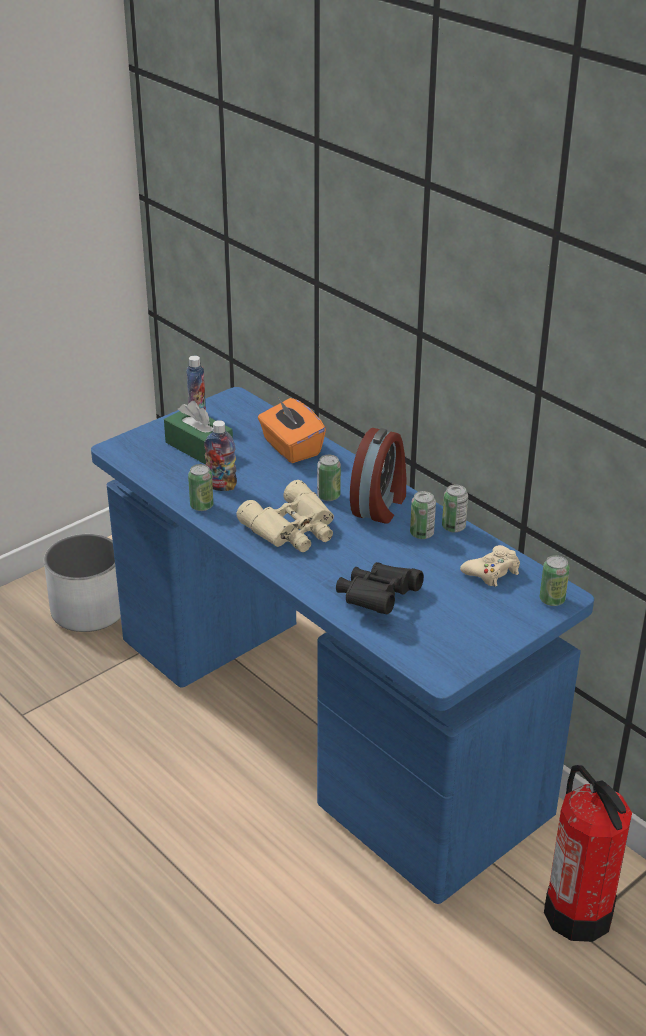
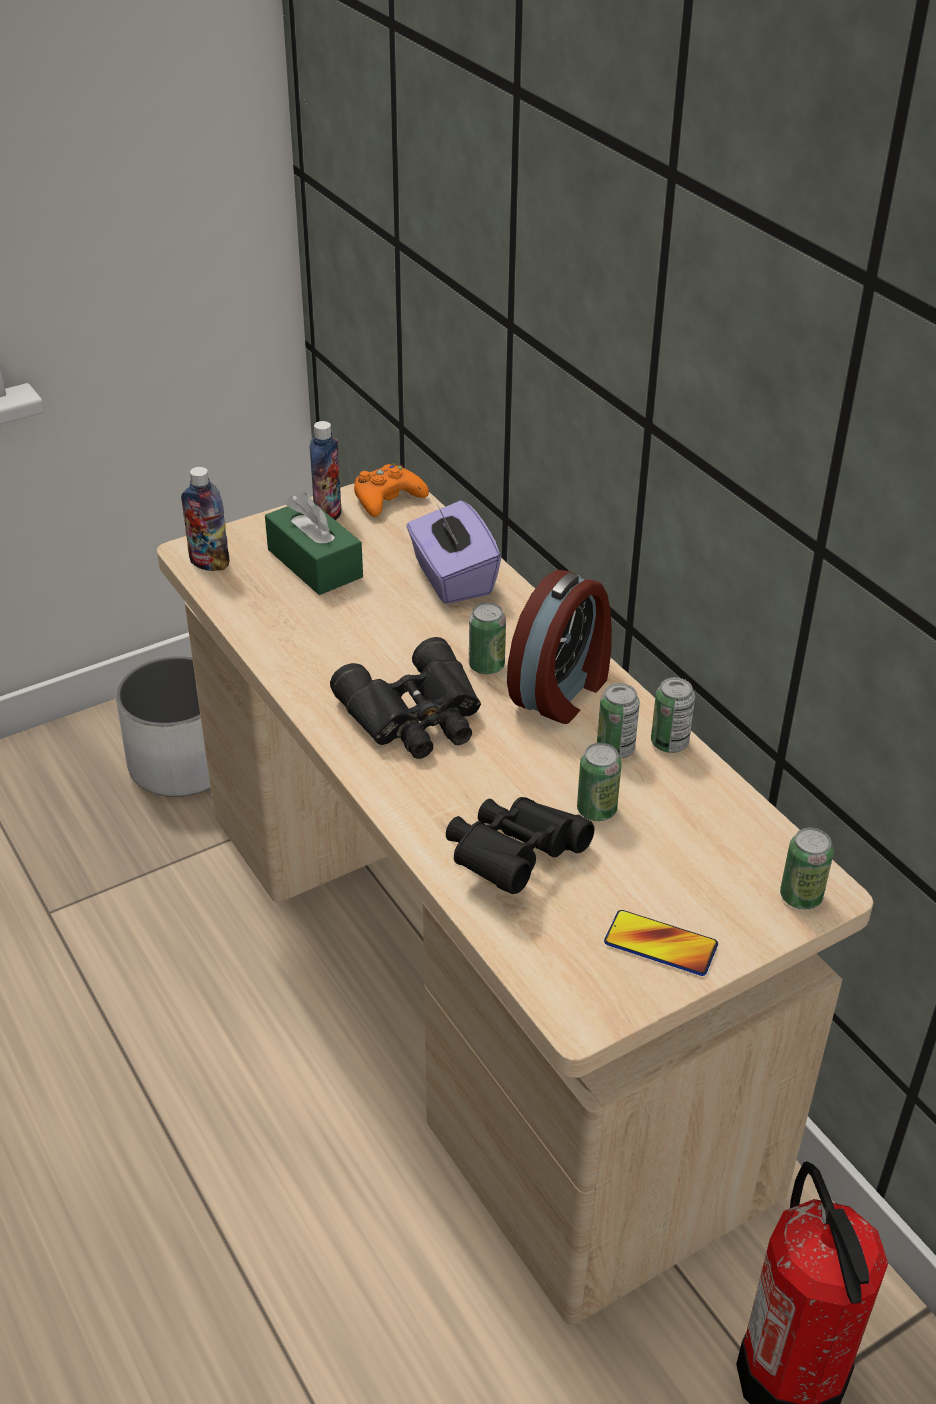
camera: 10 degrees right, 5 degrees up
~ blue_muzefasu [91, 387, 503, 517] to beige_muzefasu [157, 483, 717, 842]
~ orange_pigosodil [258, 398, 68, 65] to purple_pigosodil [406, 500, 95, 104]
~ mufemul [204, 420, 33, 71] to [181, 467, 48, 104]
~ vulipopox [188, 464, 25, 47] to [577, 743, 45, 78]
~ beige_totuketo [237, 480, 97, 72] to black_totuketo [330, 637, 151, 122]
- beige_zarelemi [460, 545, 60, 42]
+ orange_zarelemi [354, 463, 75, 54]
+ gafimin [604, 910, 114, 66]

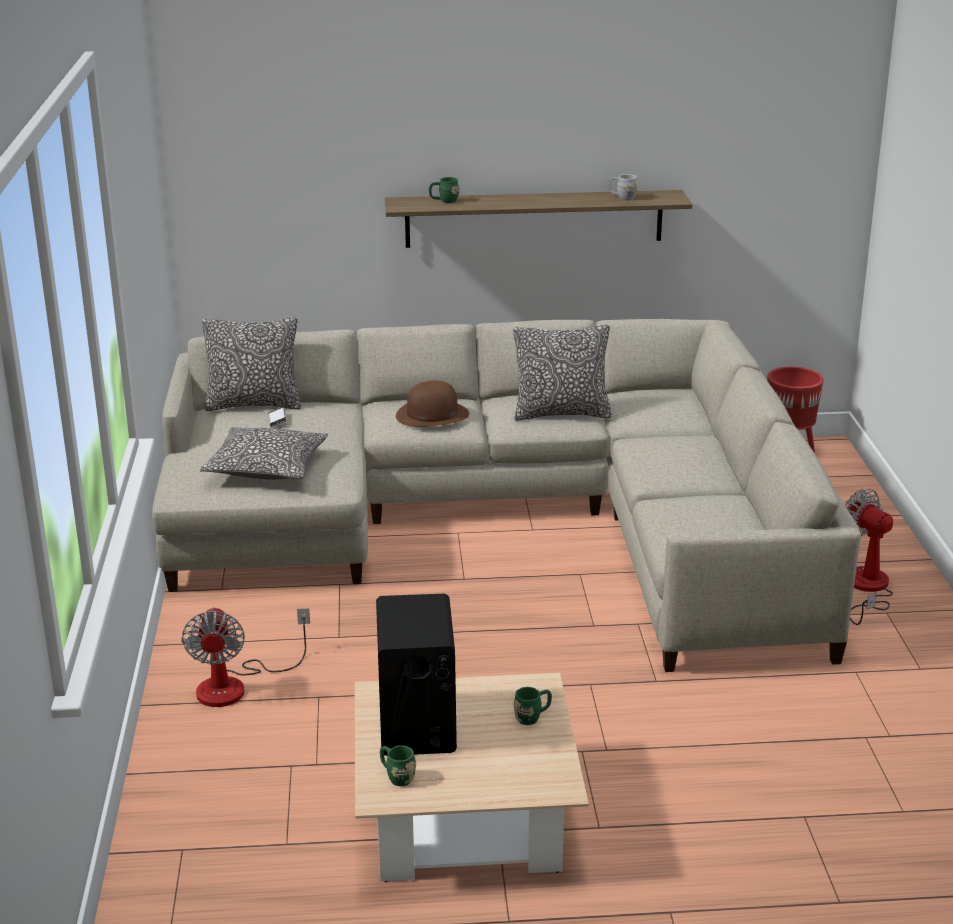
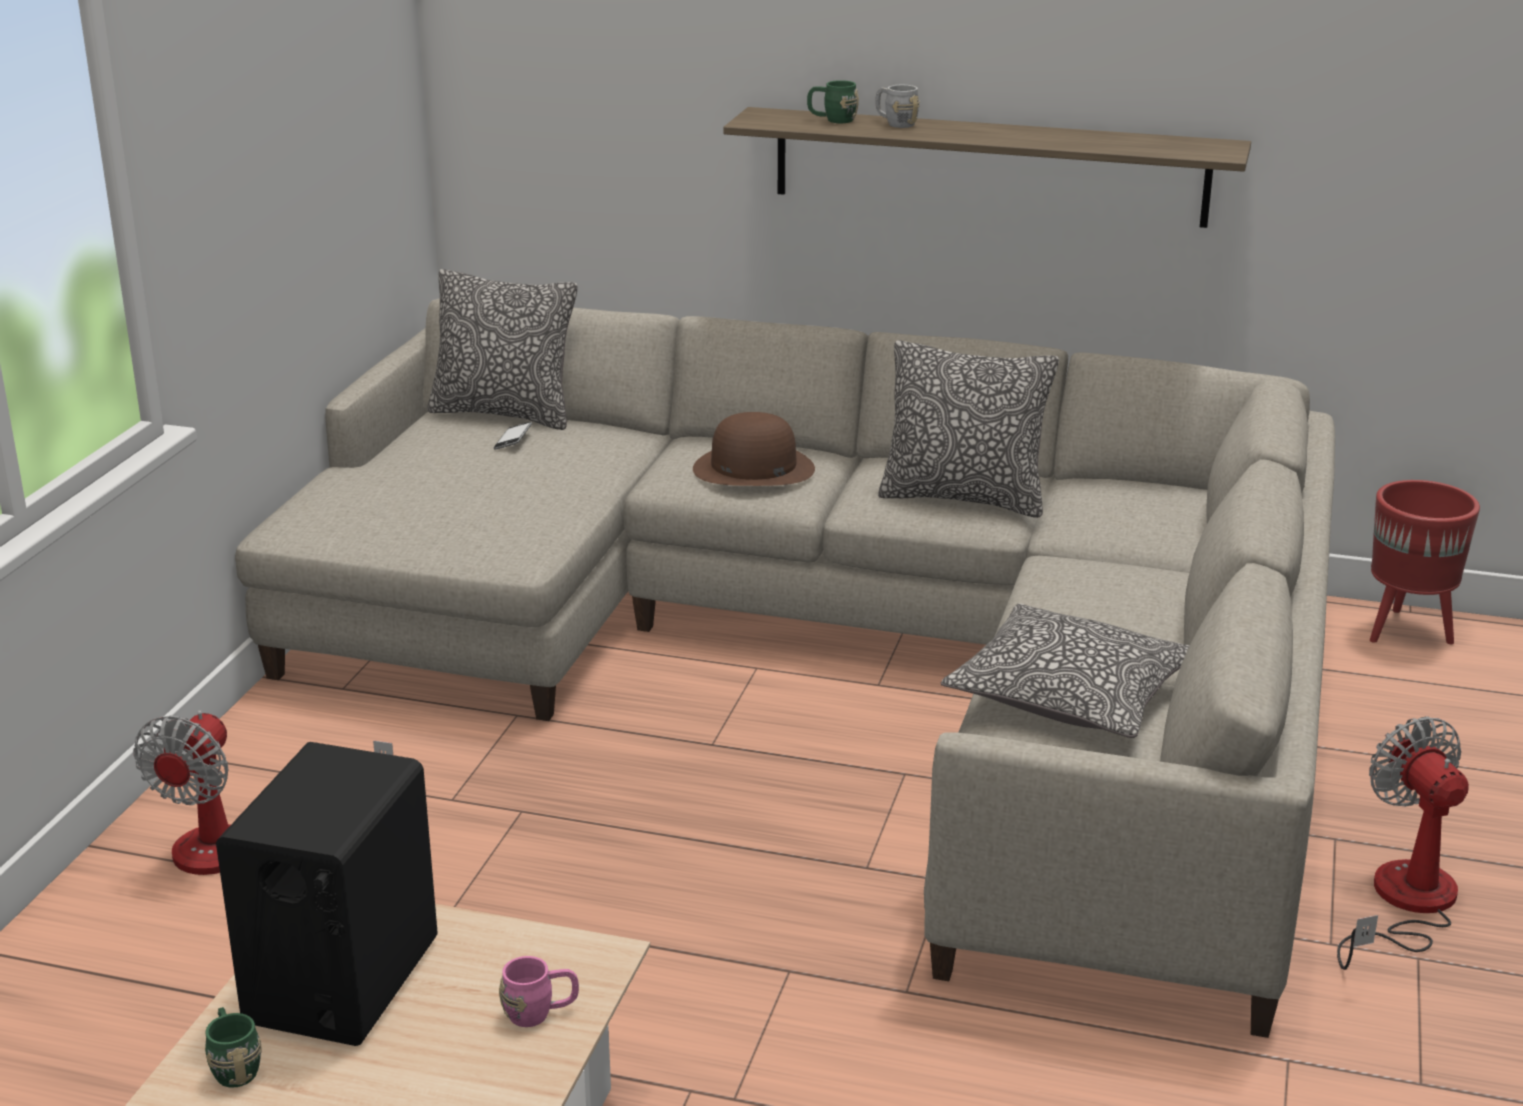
camera: 20 degrees right, 0 degrees up
~ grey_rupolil [608, 174, 30, 26] to [875, 85, 45, 43]
~ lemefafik [200, 427, 128, 53] to [941, 603, 249, 135]
~ green_rupolil [513, 687, 39, 38] to pink_rupolil [499, 956, 80, 71]

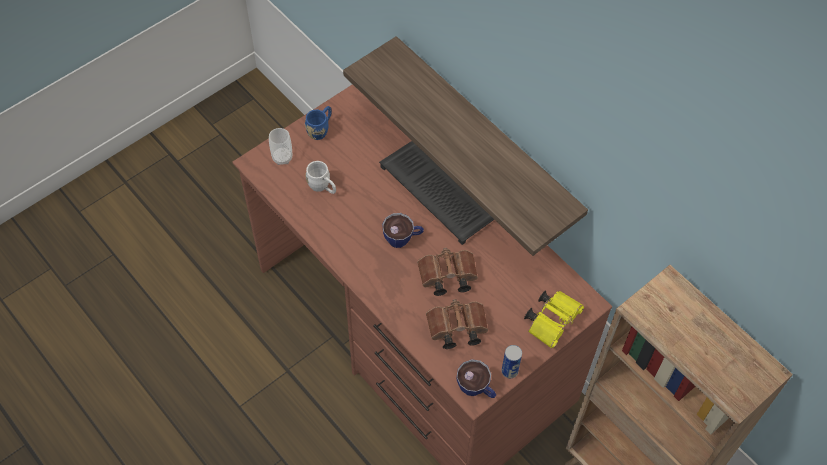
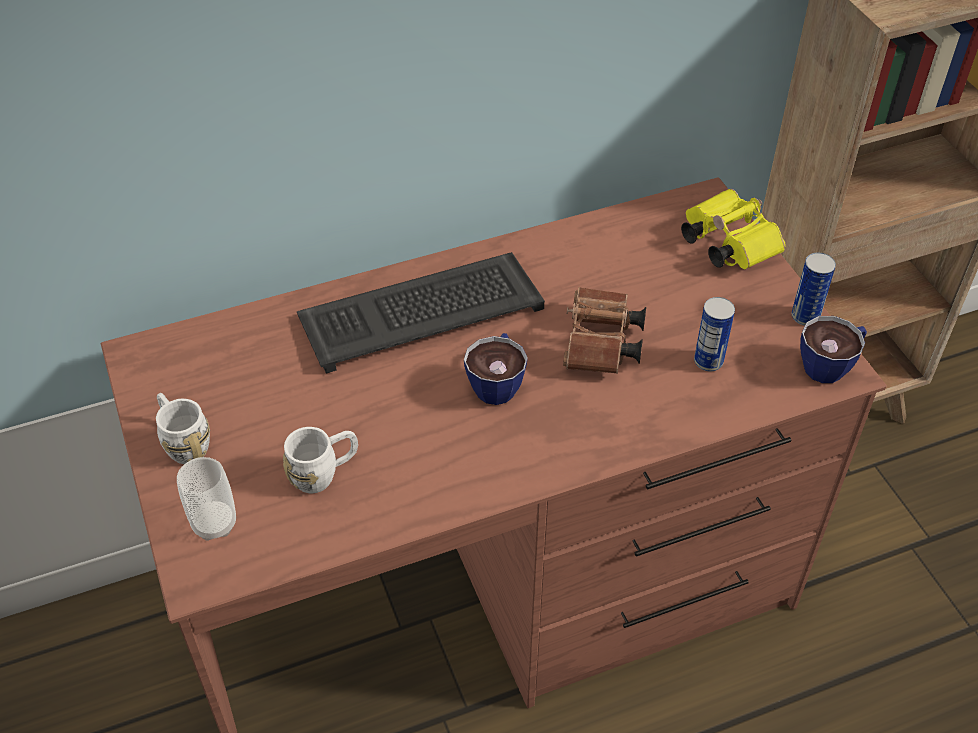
camera: 70 degrees left, 10 degrees down
- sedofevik [343, 36, 245, 220]
~ blue_rupolil [305, 106, 27, 34] to white_rupolil [156, 393, 54, 71]
~ brown_totuketo [426, 299, 62, 50] to vulipopox [694, 297, 41, 74]

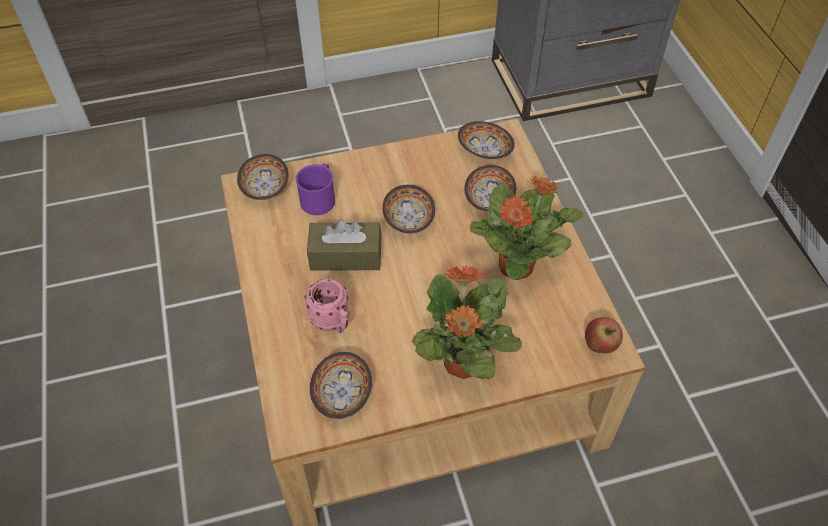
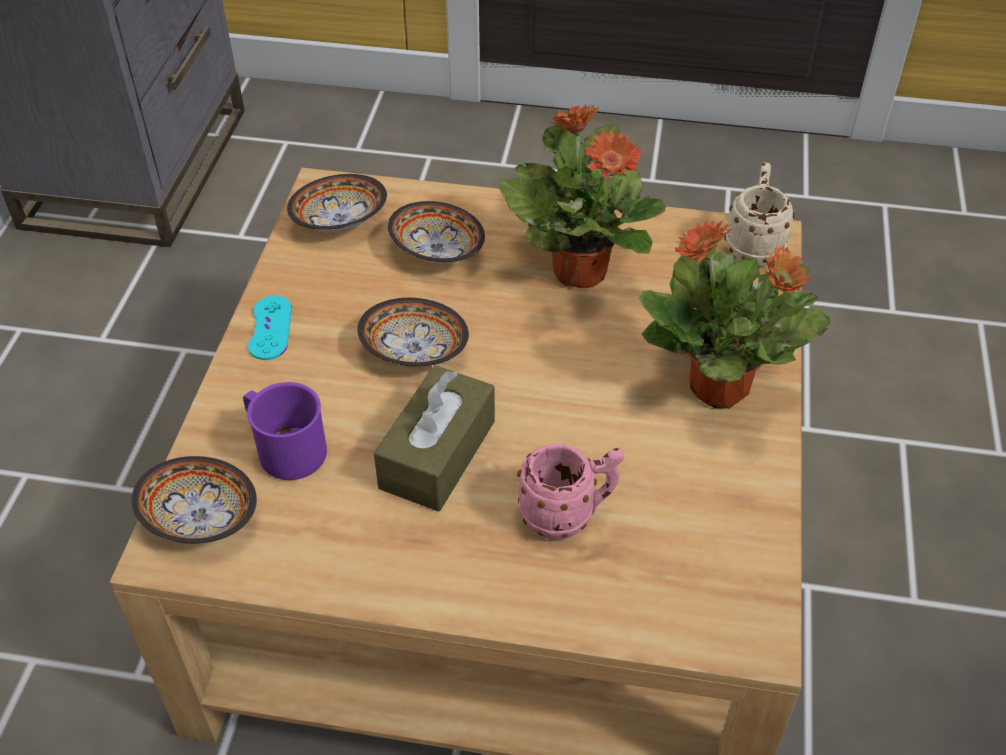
camera: 65 degrees left, 5 degrees down
~ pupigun [585, 317, 38, 36] to beige_rupolil [724, 162, 71, 105]
- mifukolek [310, 352, 62, 67]
+ turquoise_zarelemi [248, 296, 44, 64]

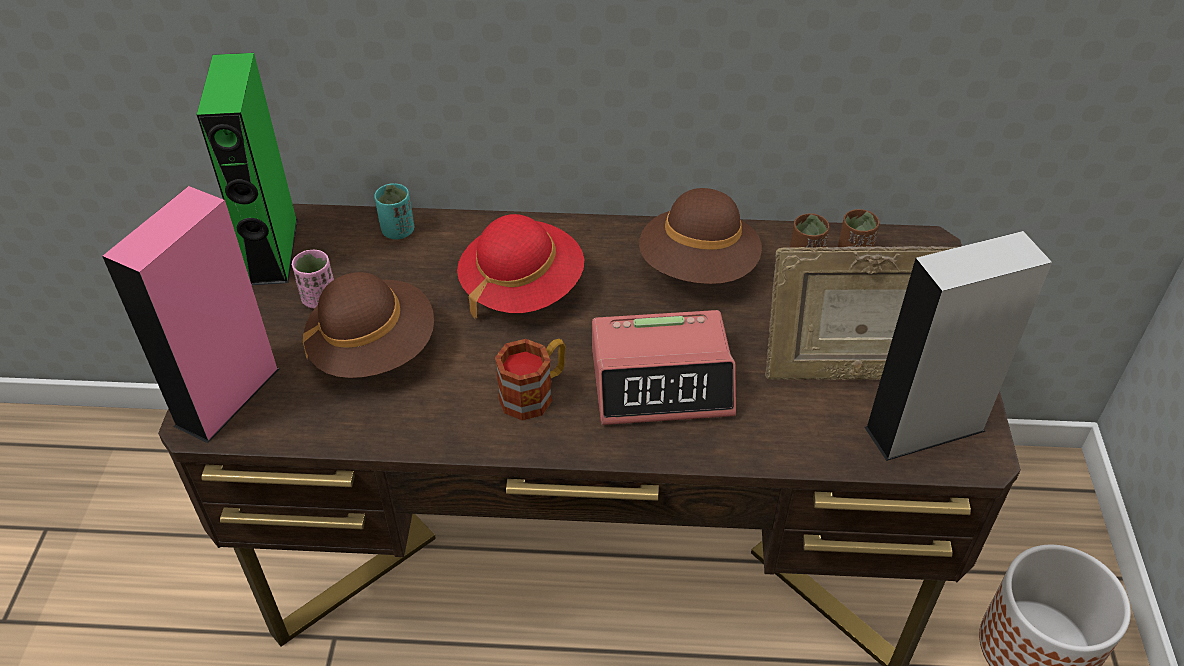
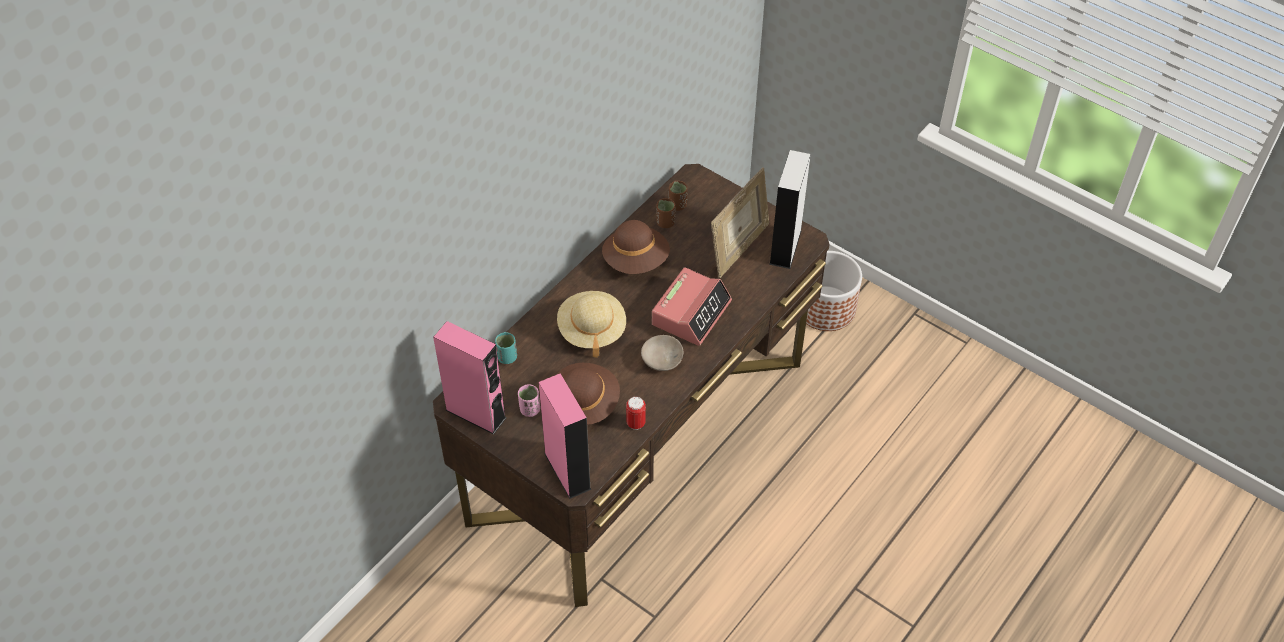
camera: 55 degrees left, 5 degrees up
~ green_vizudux [197, 53, 101, 232] to pink_vizudux [433, 321, 73, 113]
~ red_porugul [457, 214, 127, 105] to beige_porugul [557, 291, 69, 67]
~ rupolil [495, 339, 71, 81] to beige_mifukolek [641, 335, 42, 36]
+ vulipopox [626, 396, 20, 34]

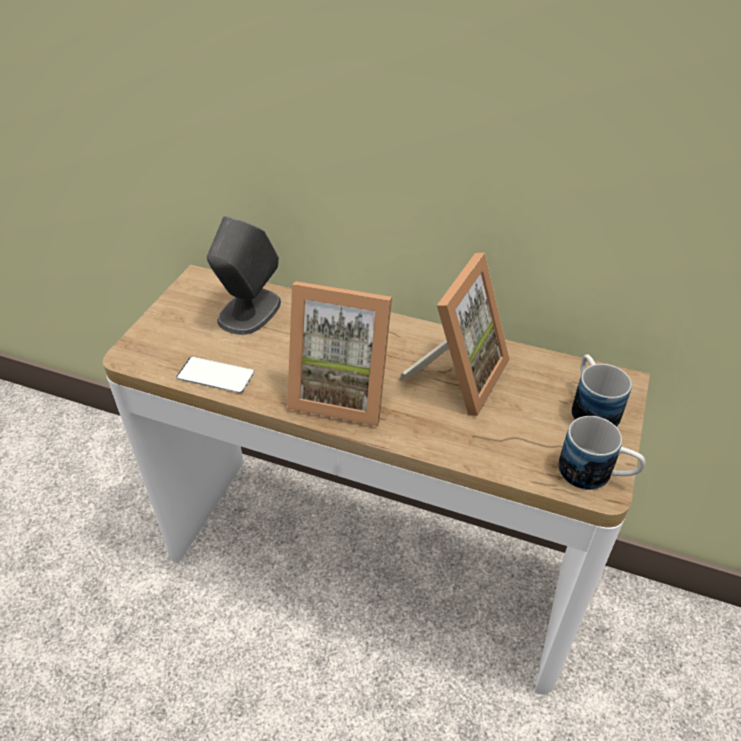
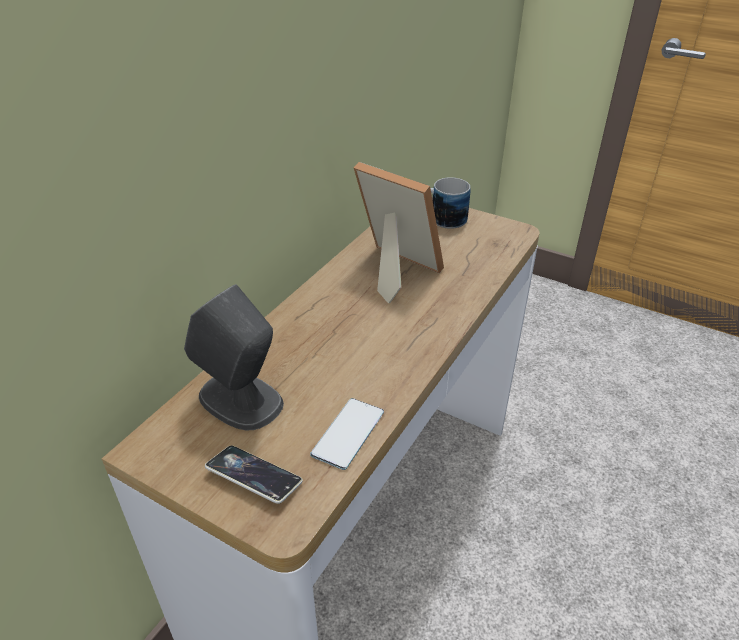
camera: 80 degrees left, 5 degrees down
- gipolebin [287, 281, 105, 145]
- rupolil [558, 416, 87, 74]
+ gafimin [205, 445, 98, 59]

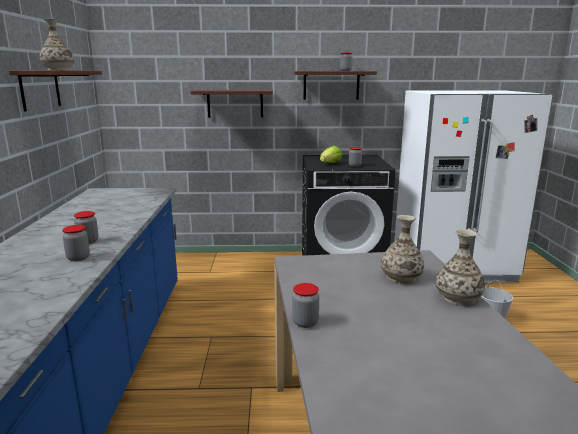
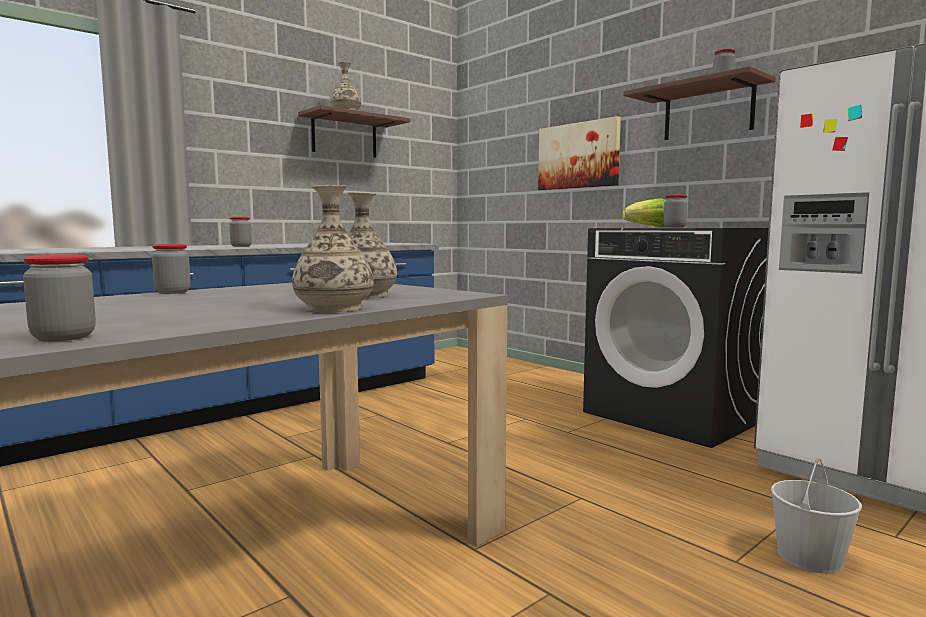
camera: 50 degrees right, 10 degrees down
~ sedofevik [191, 90, 82, 28] to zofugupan [538, 116, 83, 74]
~ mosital [62, 225, 28, 36] to [23, 254, 73, 88]

